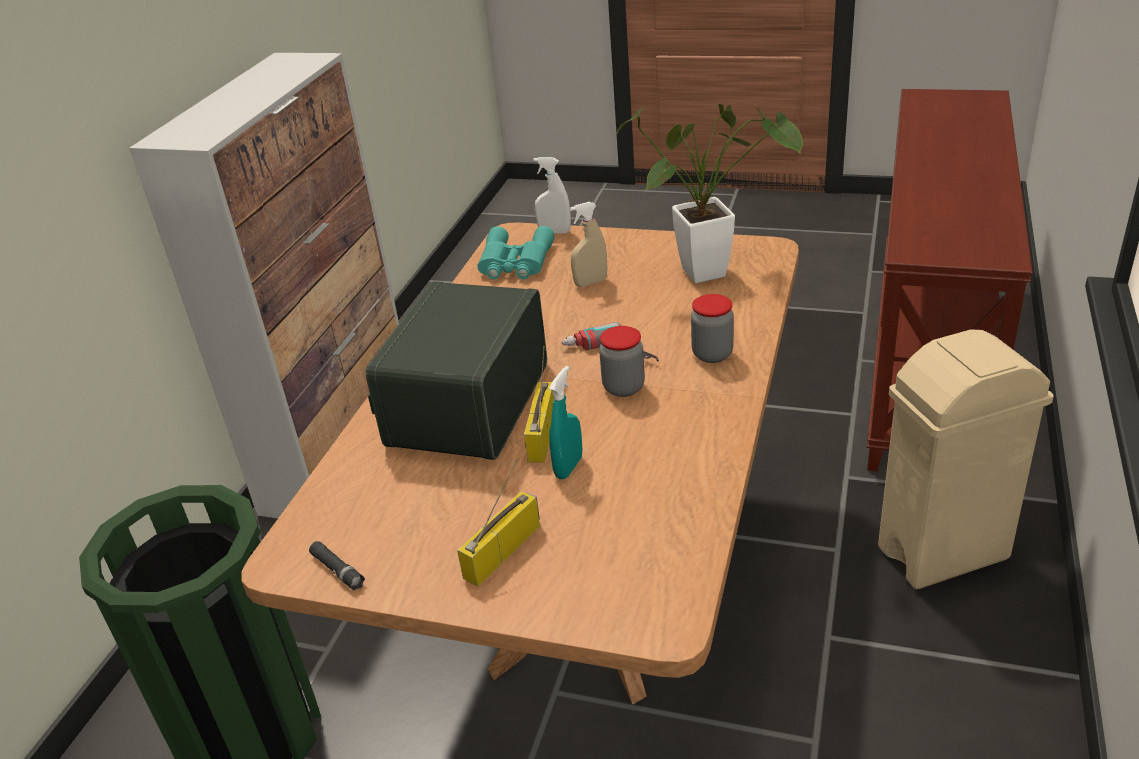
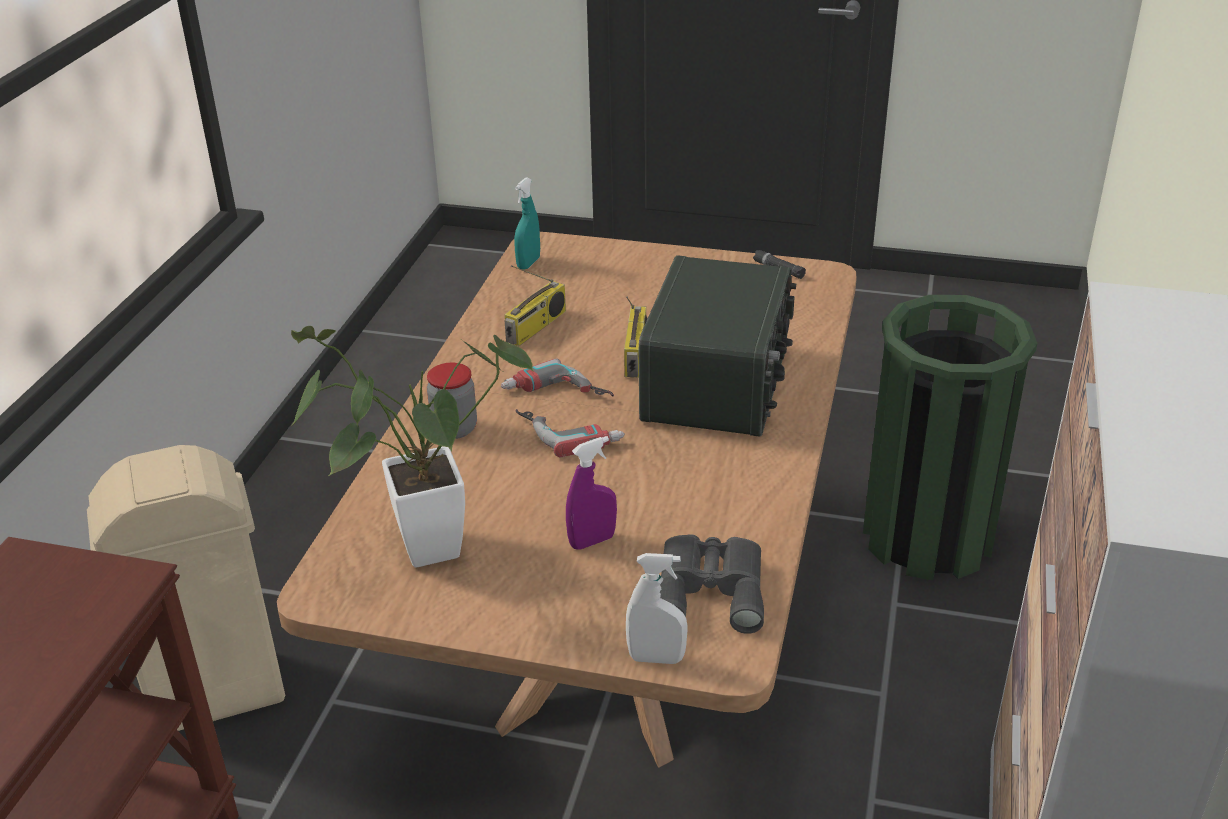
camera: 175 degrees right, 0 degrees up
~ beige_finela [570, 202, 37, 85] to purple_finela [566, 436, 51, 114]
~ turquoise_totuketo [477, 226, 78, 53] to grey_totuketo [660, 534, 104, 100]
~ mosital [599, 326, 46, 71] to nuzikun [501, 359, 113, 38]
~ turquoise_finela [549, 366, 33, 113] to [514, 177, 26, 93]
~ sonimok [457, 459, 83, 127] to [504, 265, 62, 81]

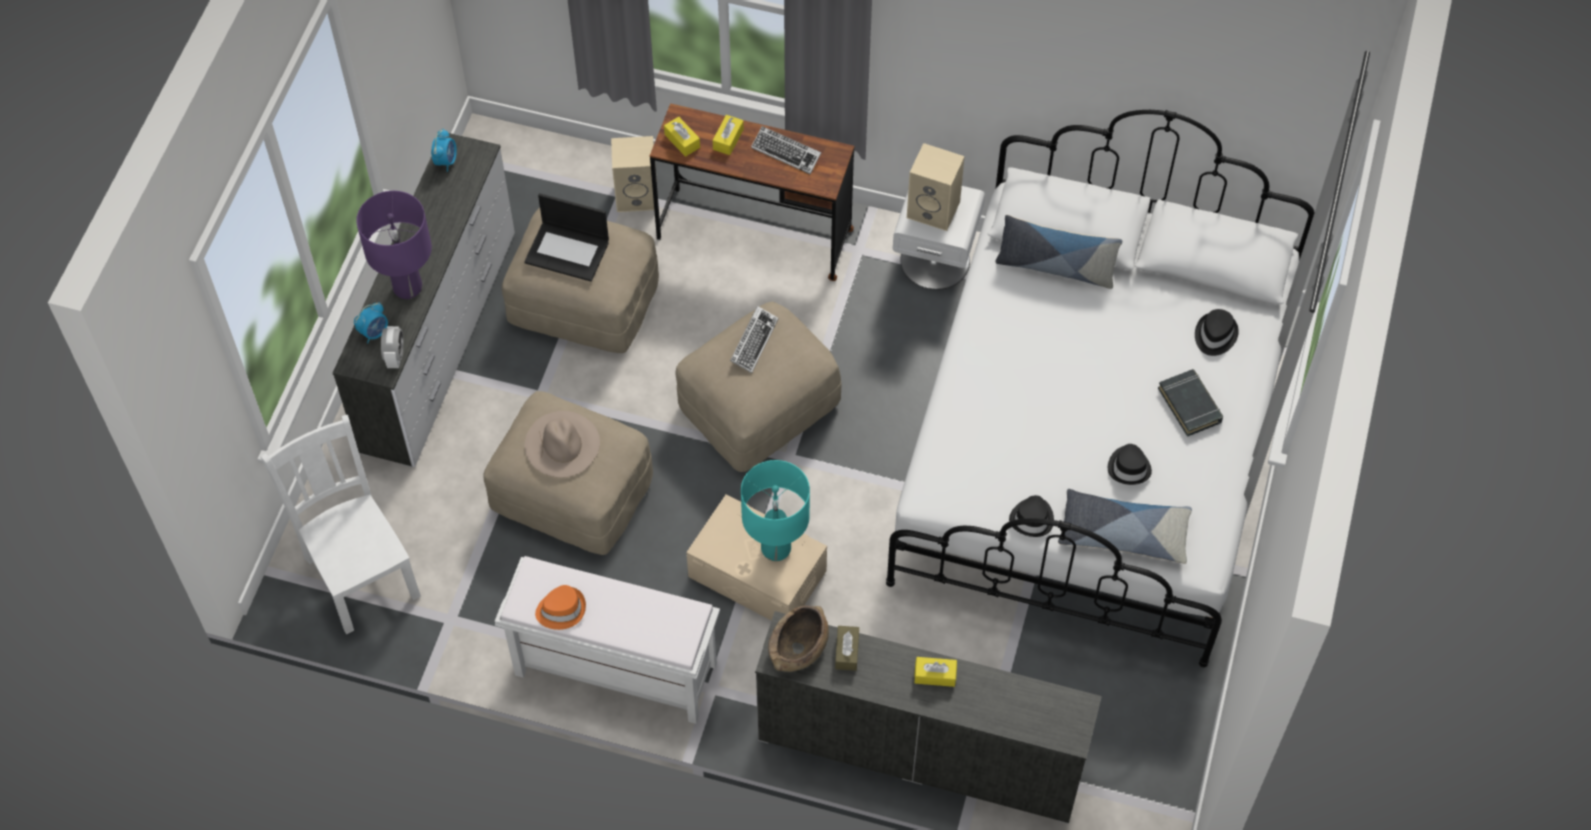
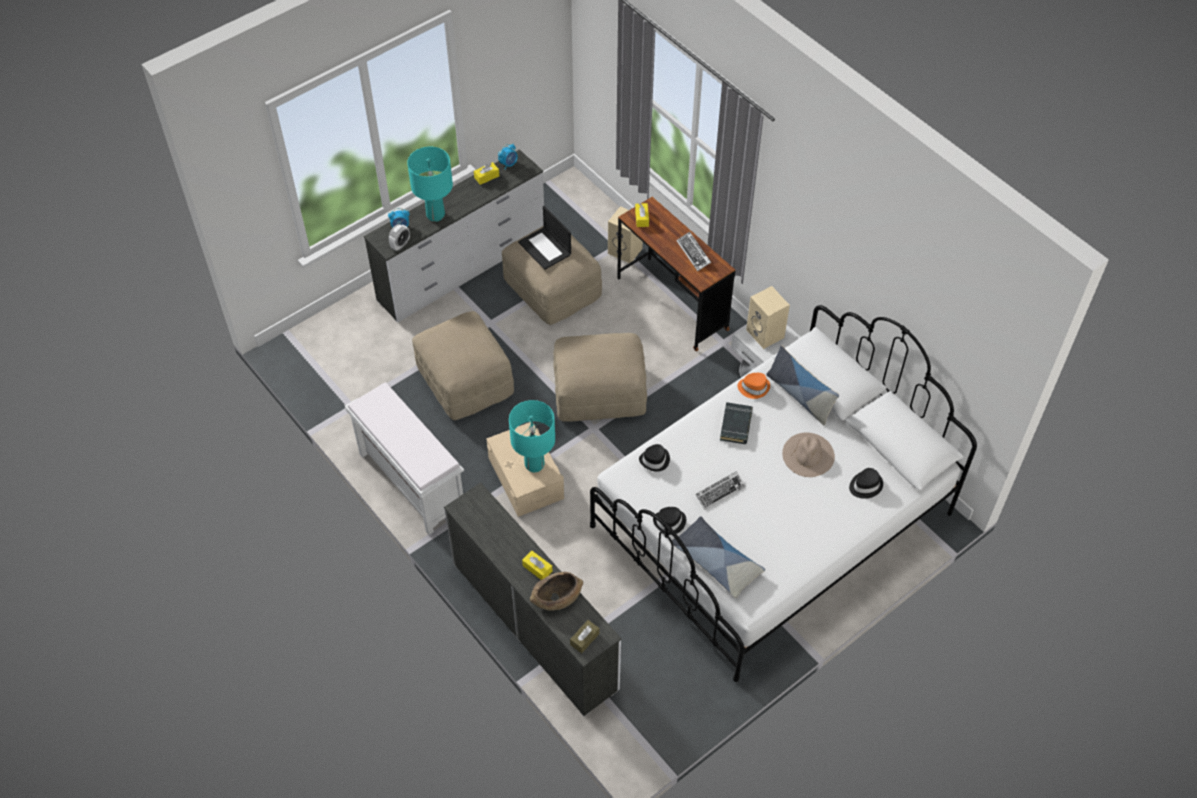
camera: 35 degrees right, 5 degrees down
~ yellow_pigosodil [713, 115, 31, 40] to [474, 162, 25, 23]
~ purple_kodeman [356, 191, 76, 108] to turquoise_kodeman [407, 147, 46, 75]
~ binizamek [730, 306, 48, 67] to [696, 471, 50, 39]
~ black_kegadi [1158, 369, 65, 68] to [720, 402, 33, 42]
~ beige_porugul [525, 411, 75, 67] to [782, 432, 53, 45]
- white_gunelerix [261, 415, 160, 220]
~ black_porugul [1108, 444, 44, 41] to [639, 444, 31, 28]
~ orange_porugul [535, 585, 51, 45] to [737, 373, 33, 26]
~ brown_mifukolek [768, 606, 61, 66] to [530, 572, 53, 39]
~ brown_pigosodil [835, 626, 24, 45] to [570, 620, 29, 33]

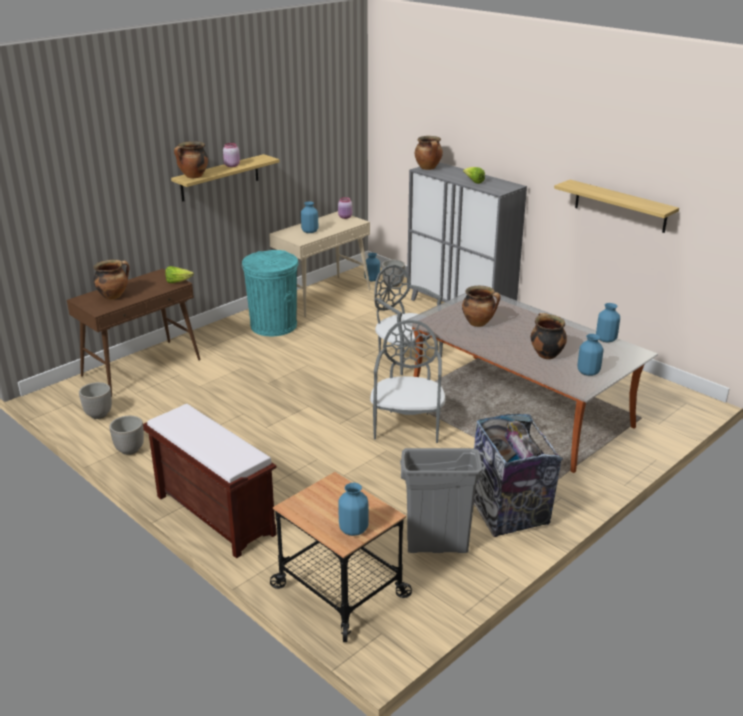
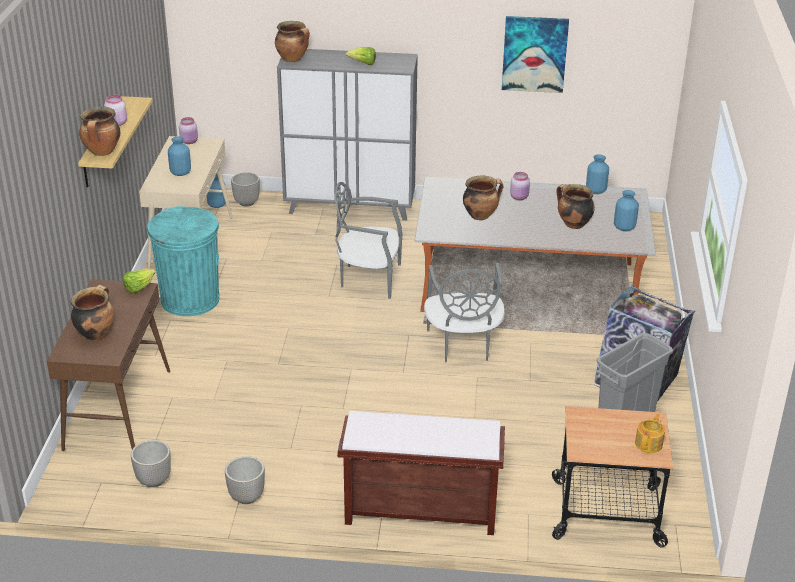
camera: 40 degrees left, 5 degrees up
~ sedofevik [554, 180, 125, 53] to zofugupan [502, 16, 67, 77]
~ grey_gunelerix [370, 320, 76, 123] = [424, 263, 81, 99] 150 degrees counterclockwise
~ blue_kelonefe [338, 483, 31, 53] to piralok [635, 414, 30, 39]
+ pink_mosital [510, 172, 20, 28]

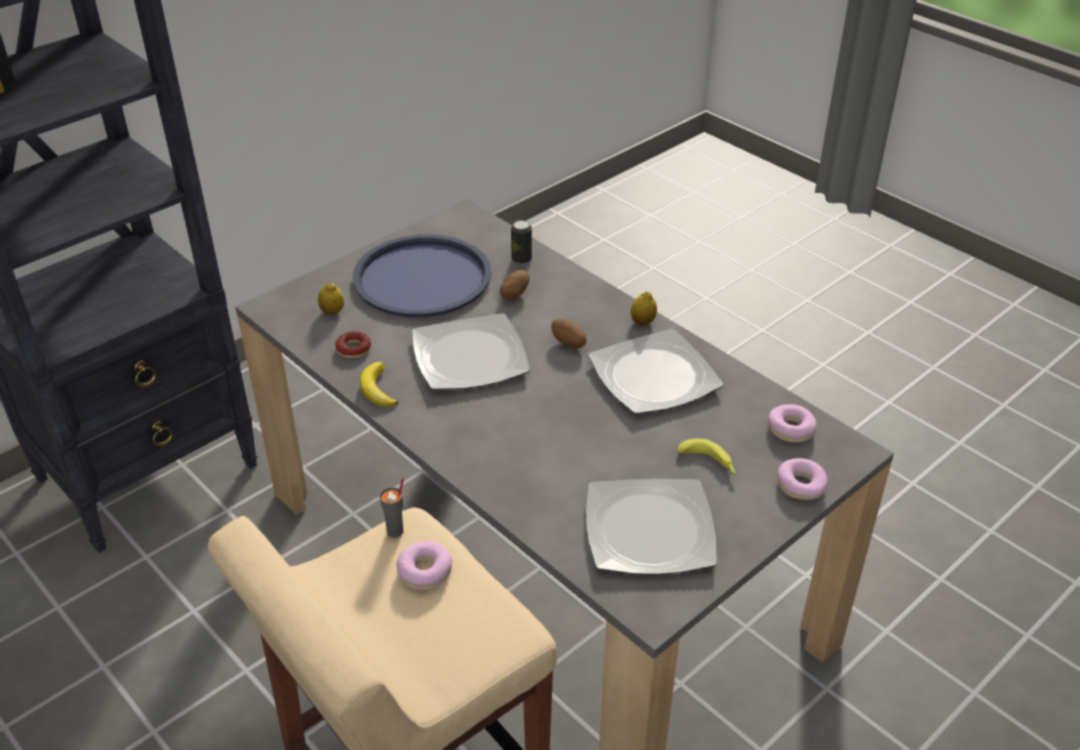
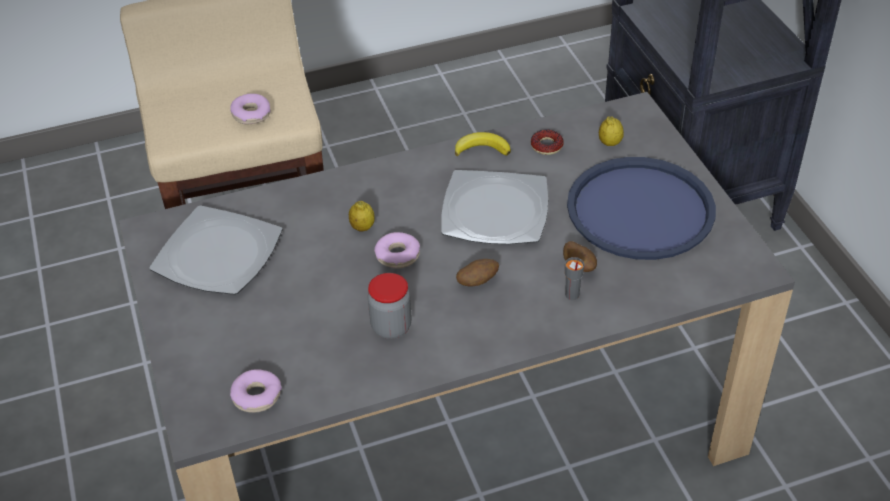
camera: 115 degrees right, 5 degrees up
- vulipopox [511, 220, 21, 44]
~ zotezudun [631, 291, 26, 34] to [349, 201, 25, 30]
~ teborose [588, 329, 136, 85] to mosital [368, 273, 44, 66]
- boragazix [677, 439, 60, 36]
~ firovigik [777, 458, 51, 42] to [374, 232, 46, 36]
~ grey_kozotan [380, 478, 24, 60] to [565, 257, 19, 43]

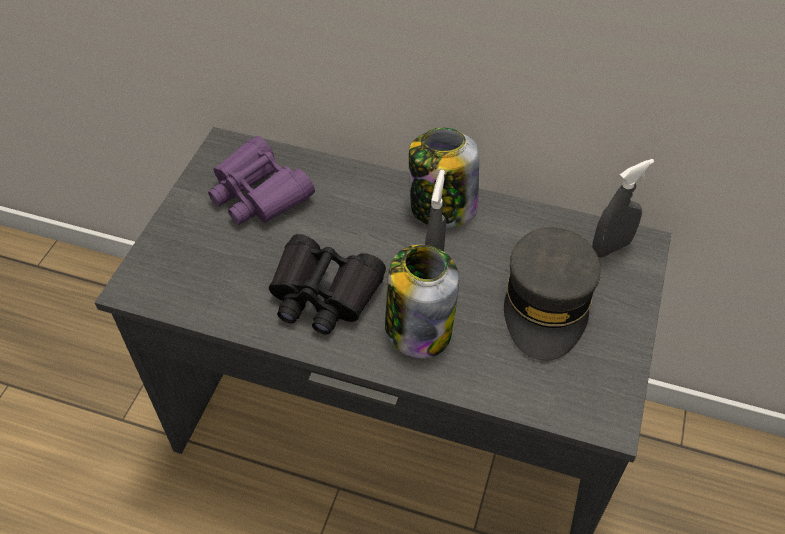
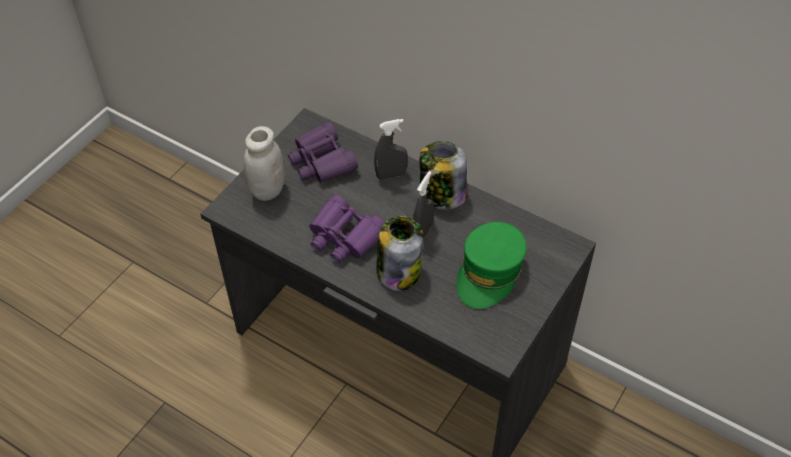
camera: 15 degrees right, 0 degrees up
~ grey_finela [592, 159, 62, 98] to [374, 119, 34, 61]
~ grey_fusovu [504, 227, 97, 134] to green_fusovu [457, 222, 70, 87]
~ black_totuketo [269, 234, 117, 101] to purple_totuketo [309, 195, 76, 68]
+ white_mosital [244, 126, 40, 75]

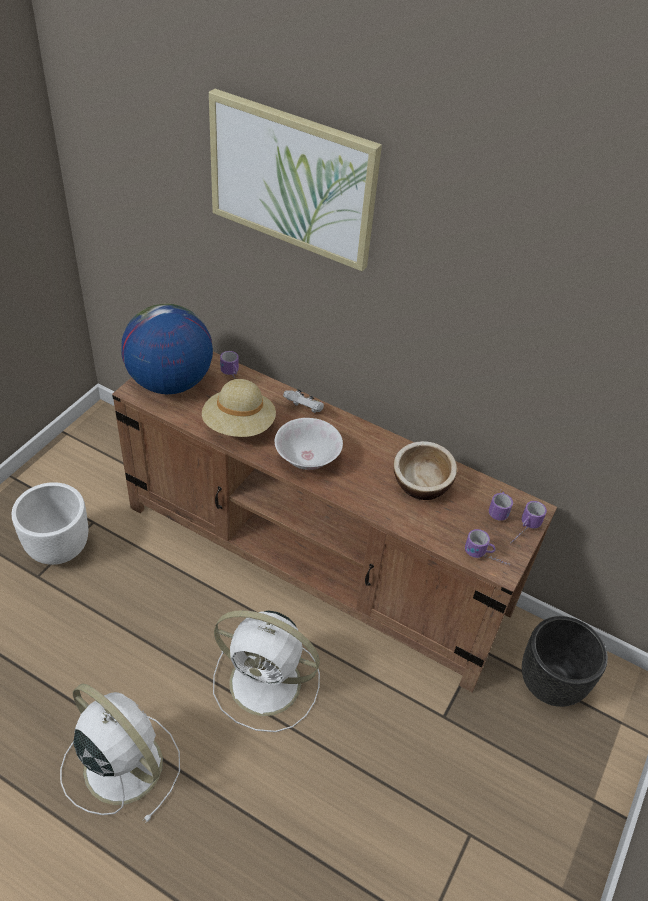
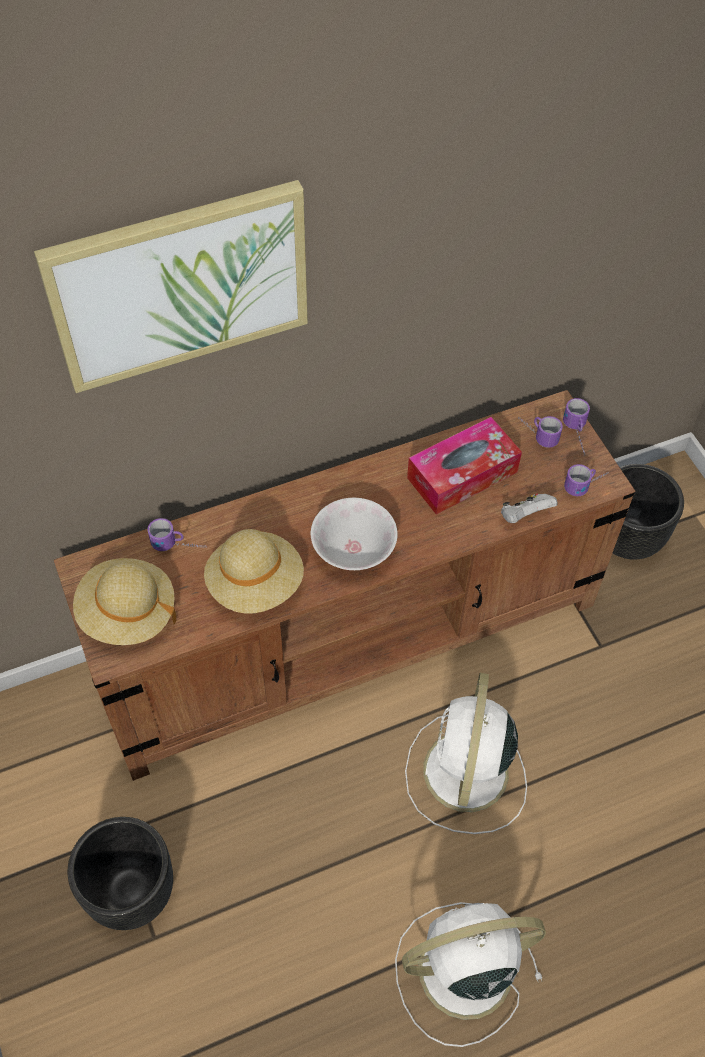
camera: 50 degrees left, 10 degrees up
~ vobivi [121, 303, 92, 91] to beige_porugul [73, 558, 104, 87]
~ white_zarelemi [283, 389, 41, 24] to [501, 493, 56, 30]
~ mifukolek [393, 441, 64, 59] to pigosodil [407, 417, 115, 98]
~ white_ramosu [12, 482, 76, 83] to black_ramosu [67, 817, 106, 113]
~ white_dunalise [213, 610, 107, 122] = [405, 673, 122, 161] 135 degrees clockwise

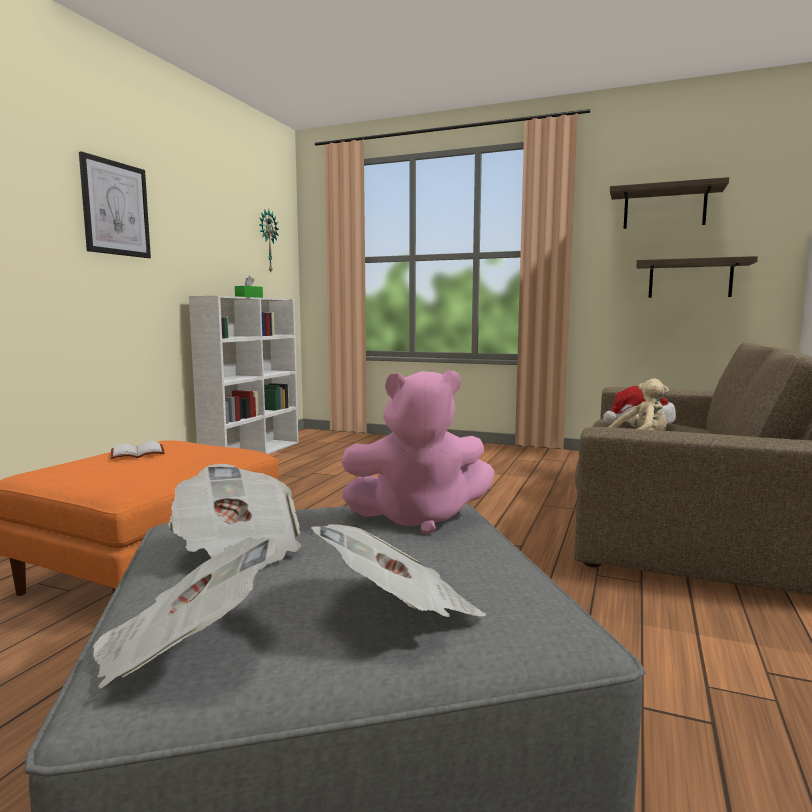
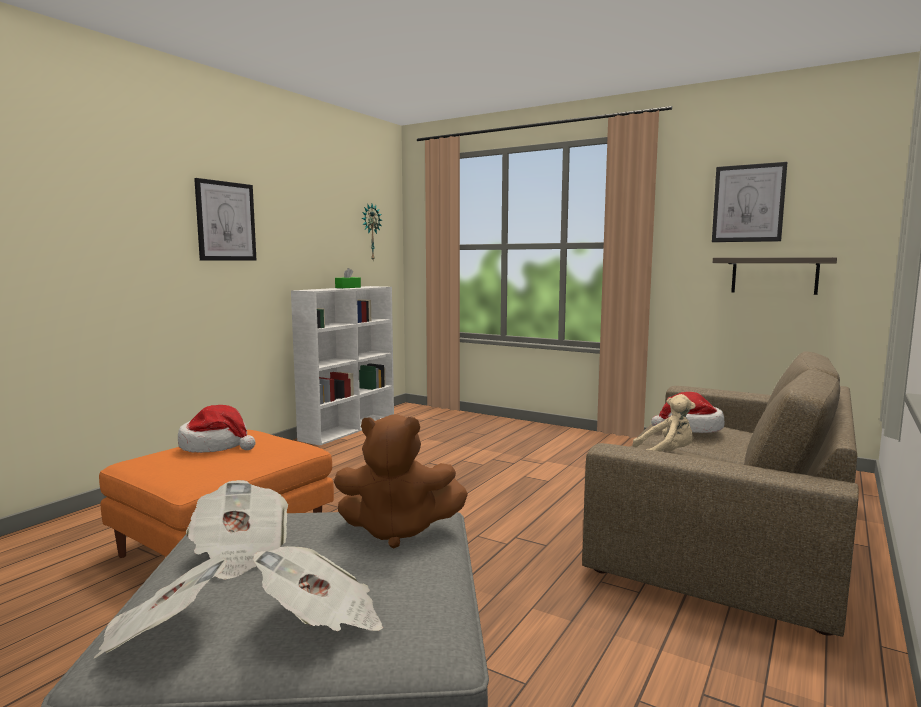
camera: 10 degrees right, 0 degrees up
~ sedofevik [610, 177, 119, 52] to zofugupan [712, 162, 75, 80]
~ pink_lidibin [341, 370, 154, 165] to brown_lidibin [334, 414, 134, 135]
~ white_kegadi [111, 441, 54, 18] to porugul [178, 405, 77, 48]

